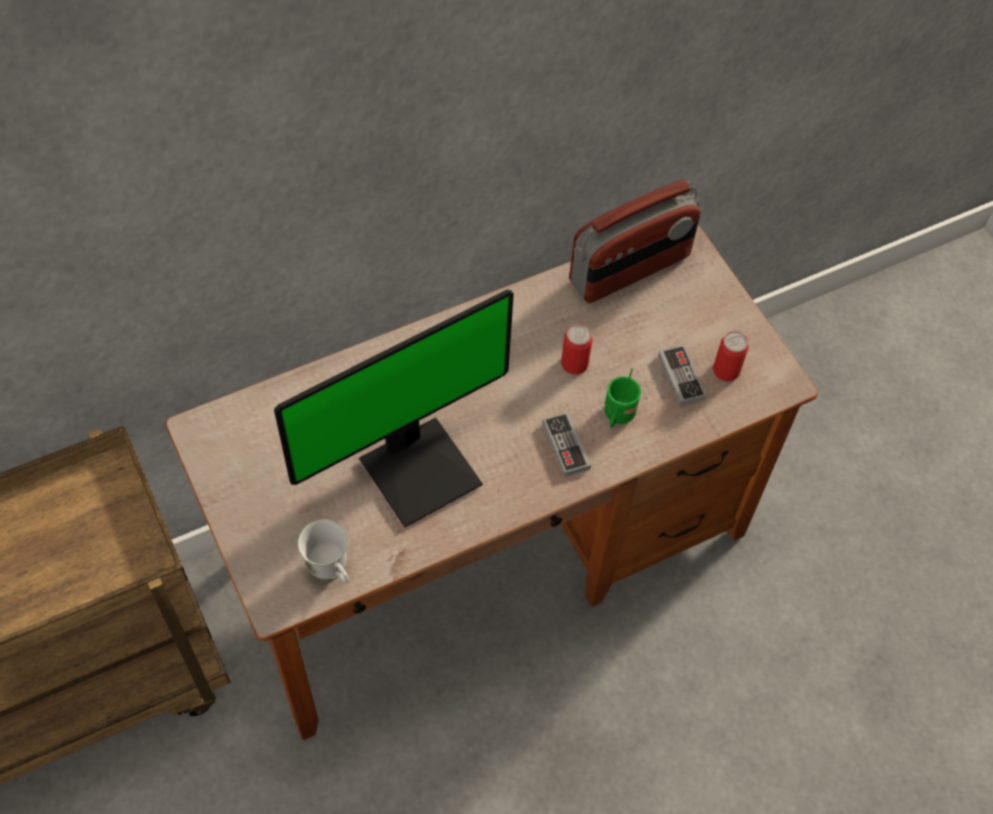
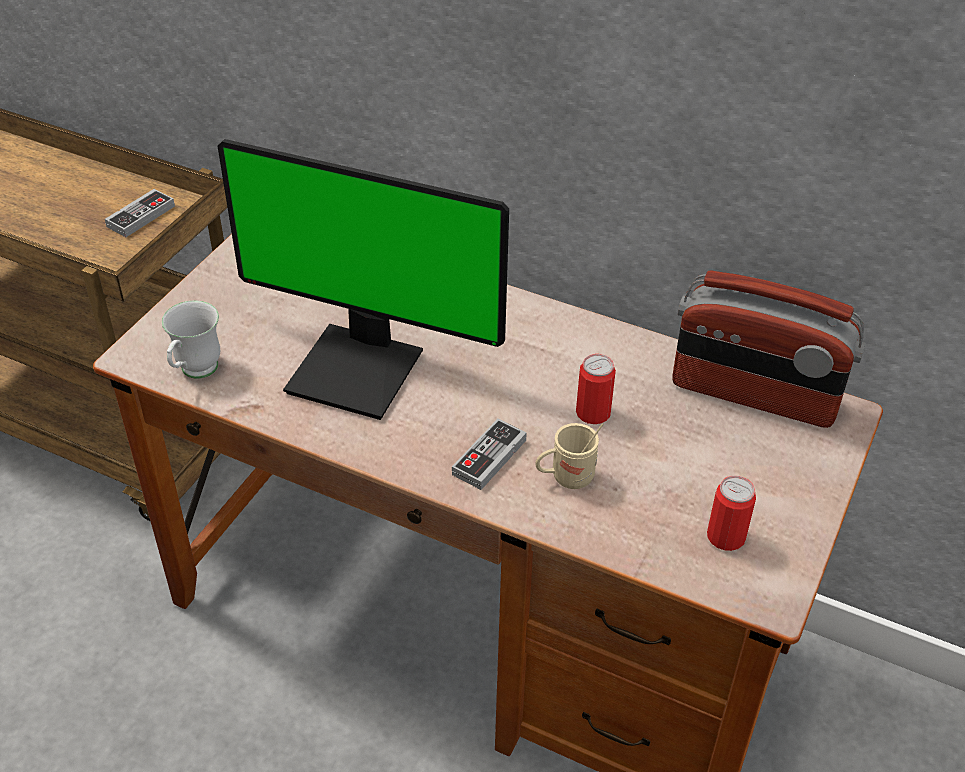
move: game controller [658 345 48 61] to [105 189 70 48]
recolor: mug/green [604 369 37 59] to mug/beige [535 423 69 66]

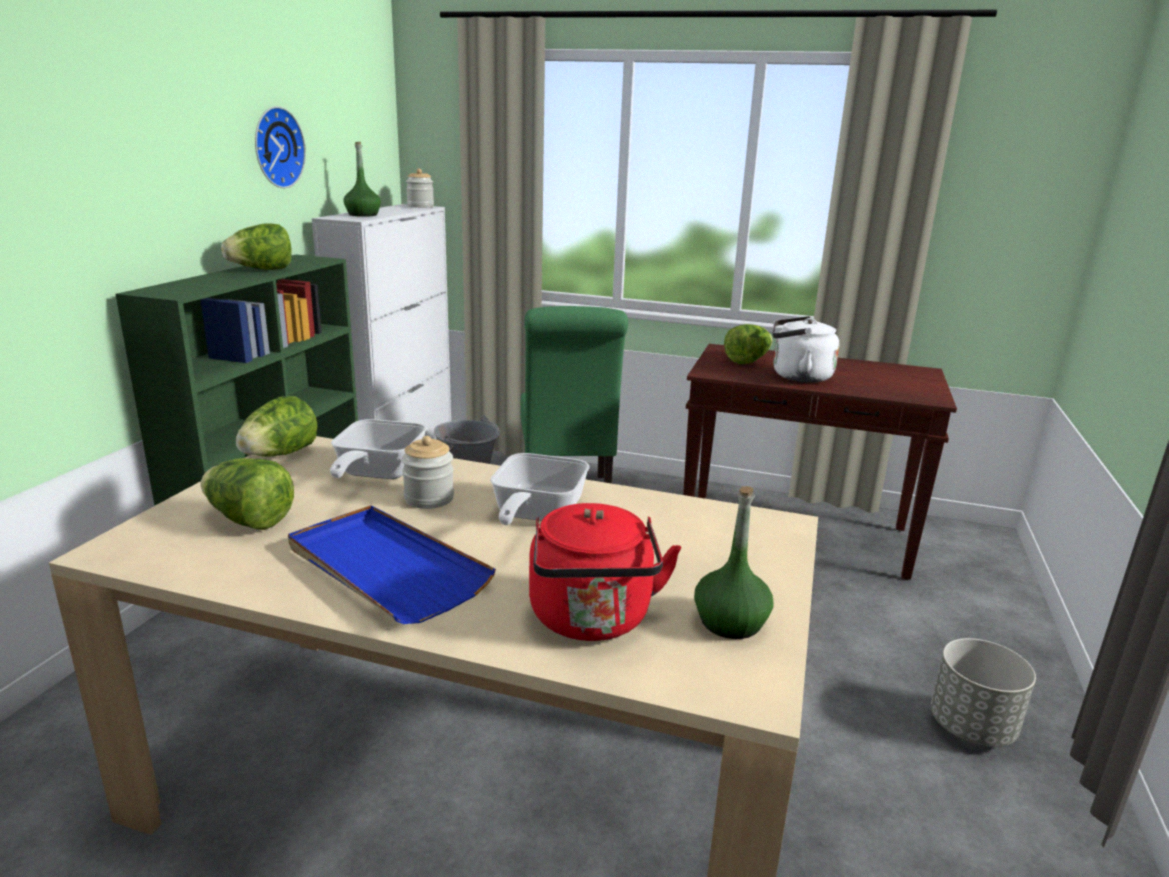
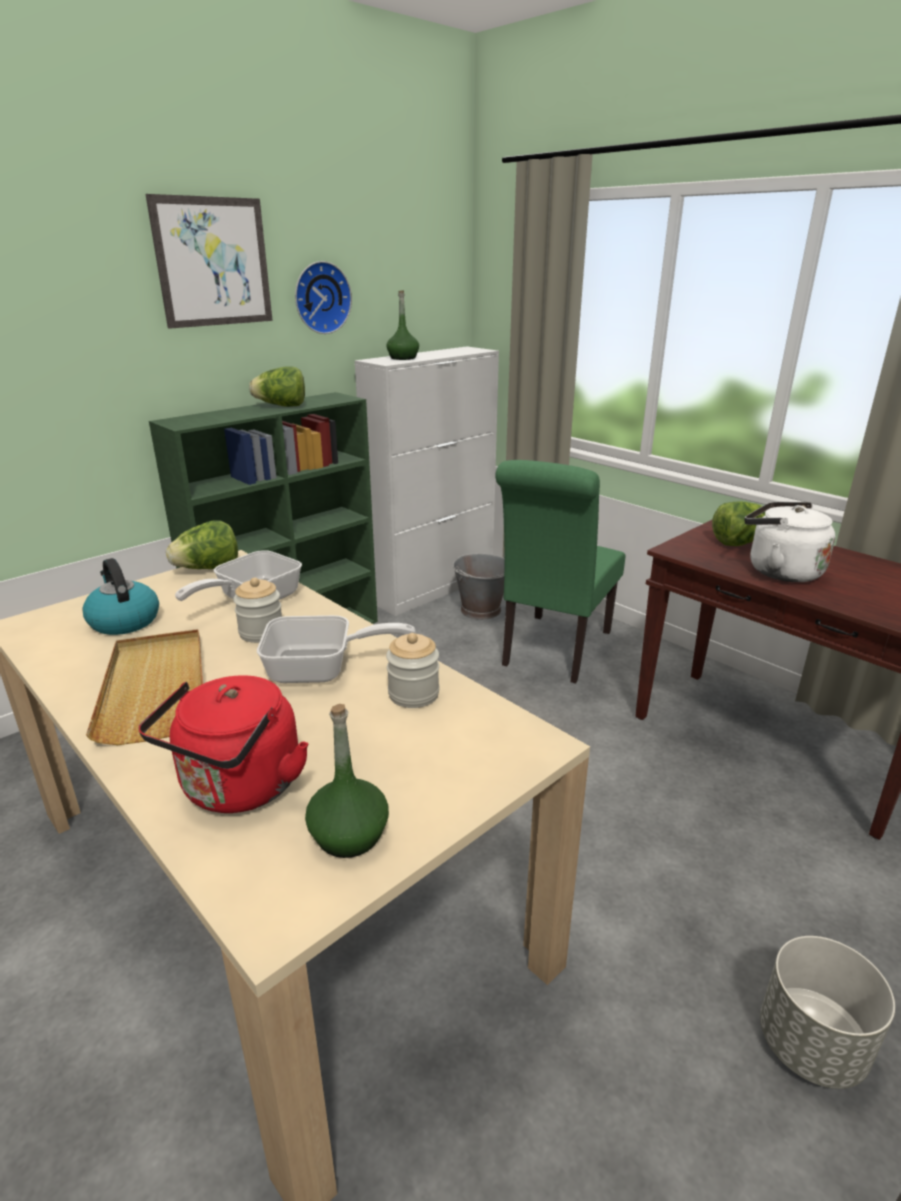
insert: picture [146 194 127 135]
move: jar [406 168 28 40] to [386 633 53 75]
replace: lettuce [201 458 93 72] to kettle [83 558 76 77]
recolor: tray/blue [288 505 208 119] to tray/beige [86 629 117 116]
rotate: frying pan [490 453 100 72] = [257 615 158 68] 135 degrees counterclockwise

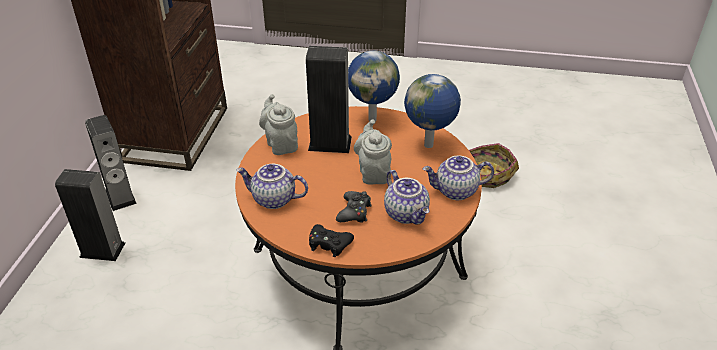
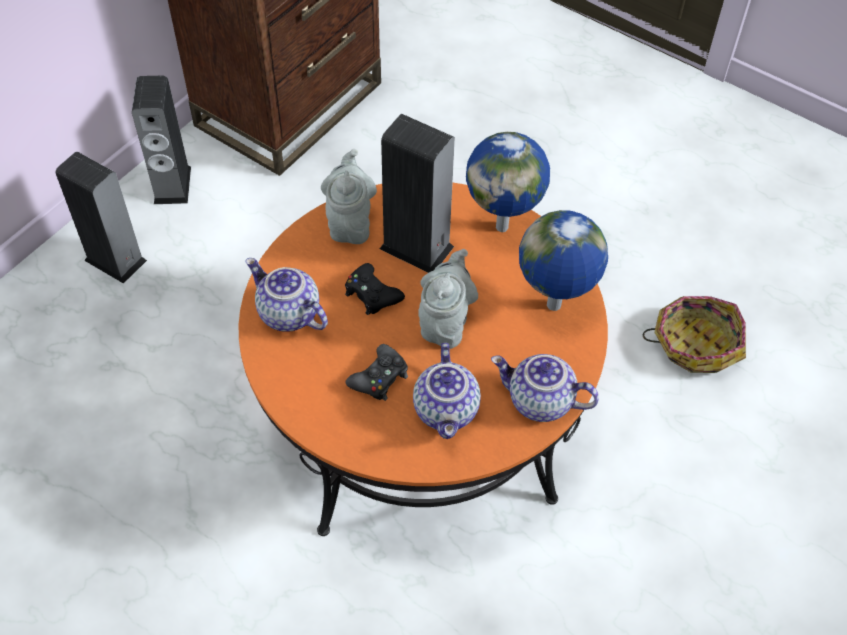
move: game controller/black [309 224 45 33] to [345 263 60 52]

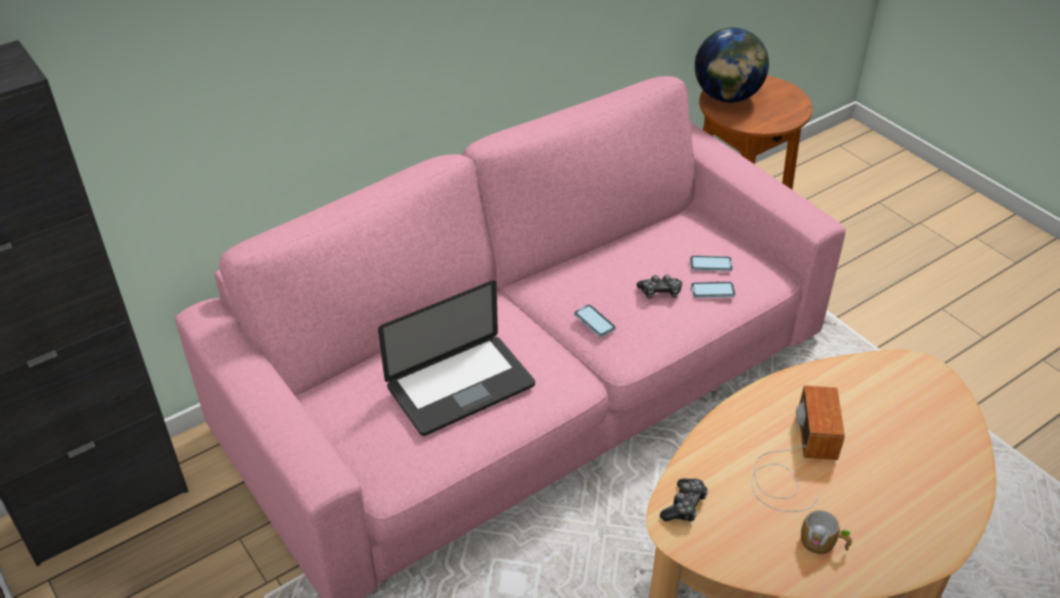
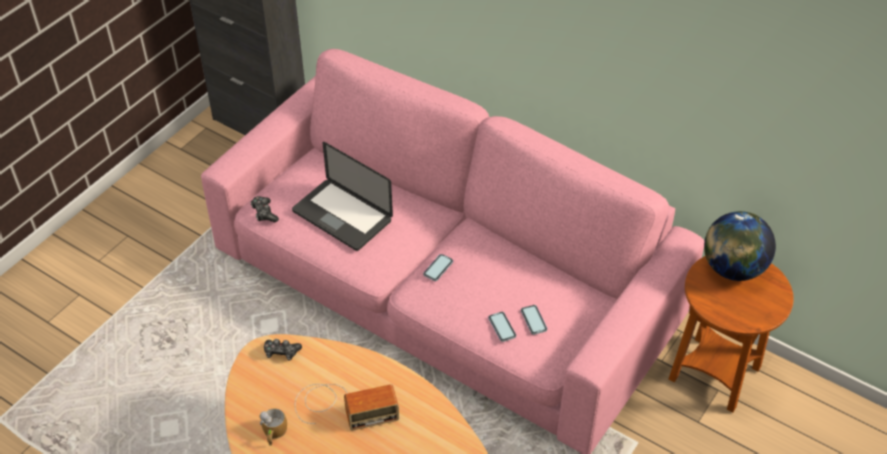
move: game controller [637 275 45 24] to [251 196 28 27]

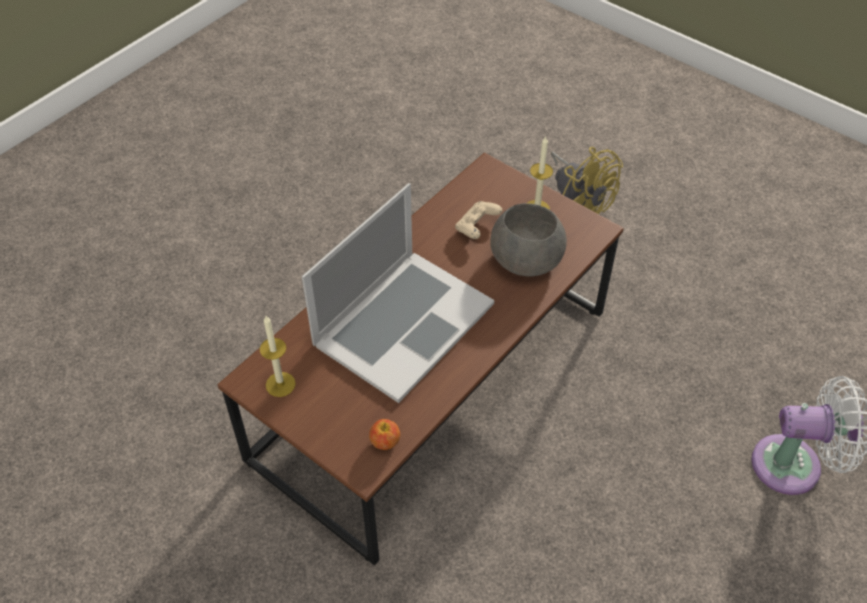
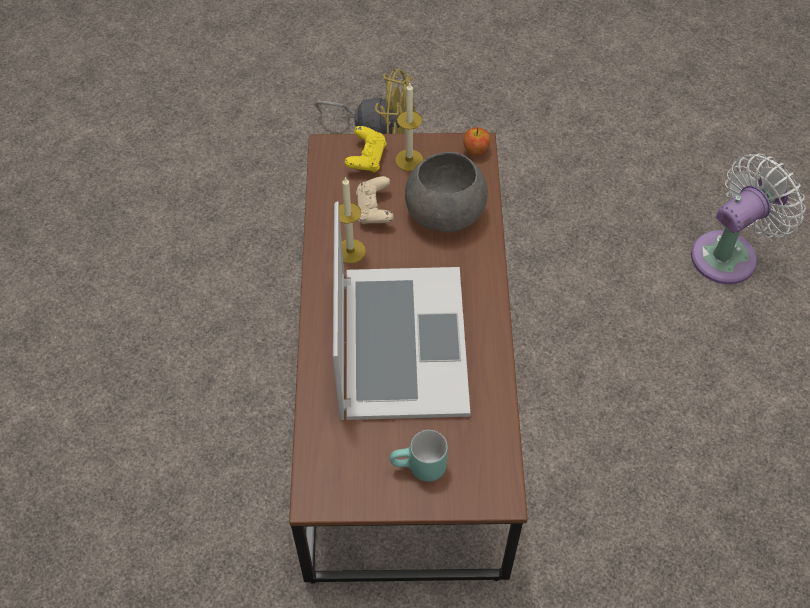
insert: game controller/yellow [345 126 41 47]; mug/turquoise [390 430 58 52]
move: candle [260 316 36 81] to [339 176 27 88]; apple [369 419 31 31] to [463 127 28 29]

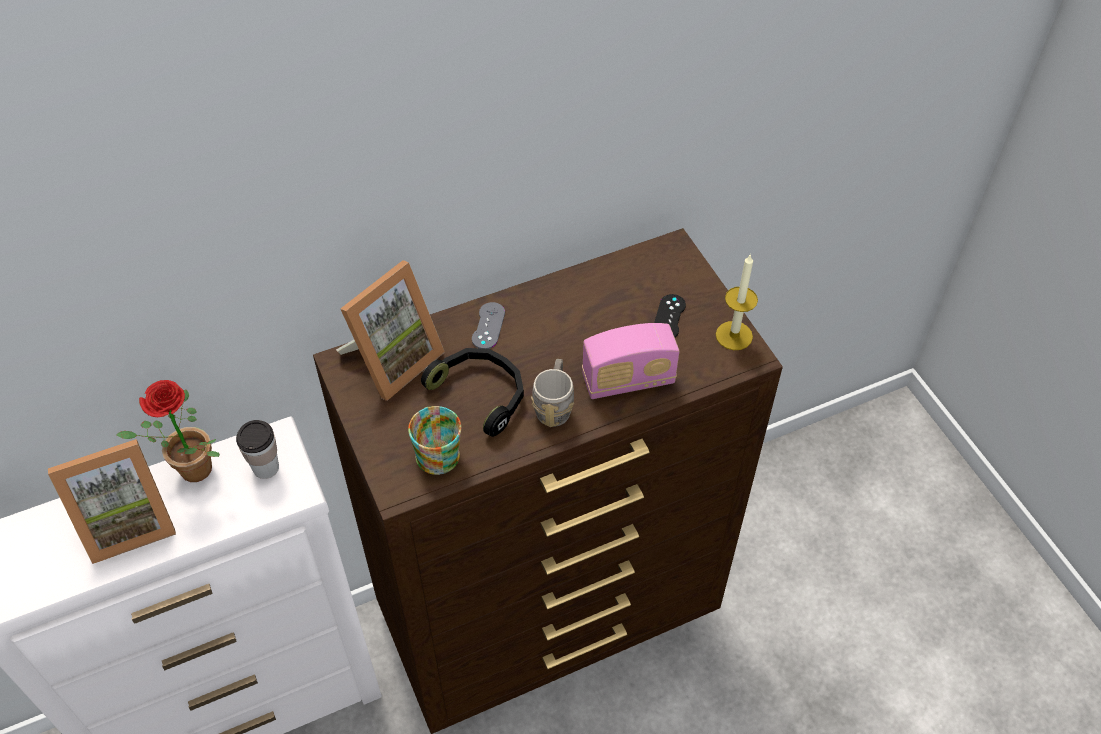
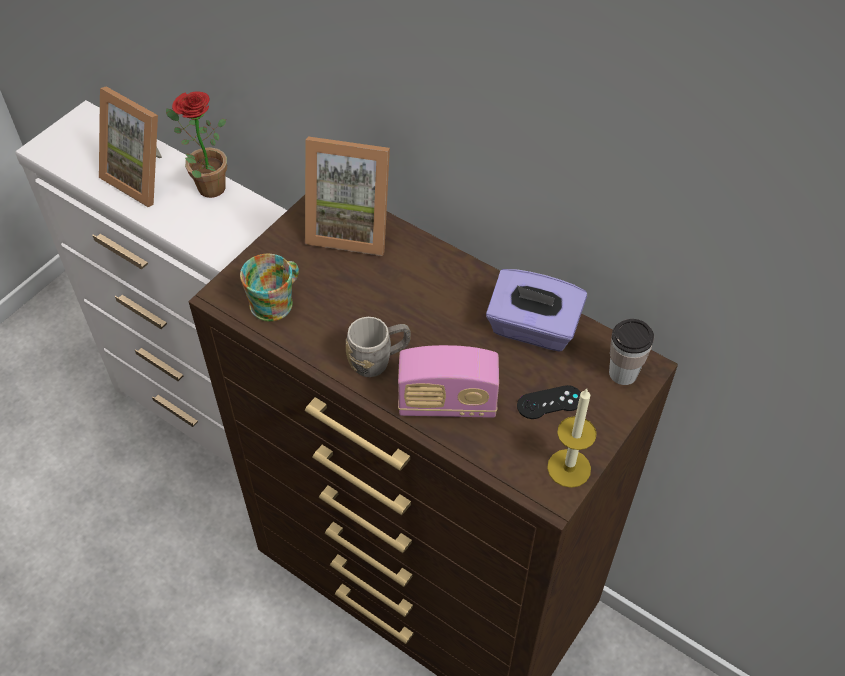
delete: headphones/black [421 348 103 89]; game controller/grey [472 302 33 47]
insert: tissue box/purple [486 269 101 83]
move: cup [236 420 43 59] to [609 319 45 66]
rotate: radio [582 323 98 76] = [398 345 101 73] 45 degrees counterclockwise

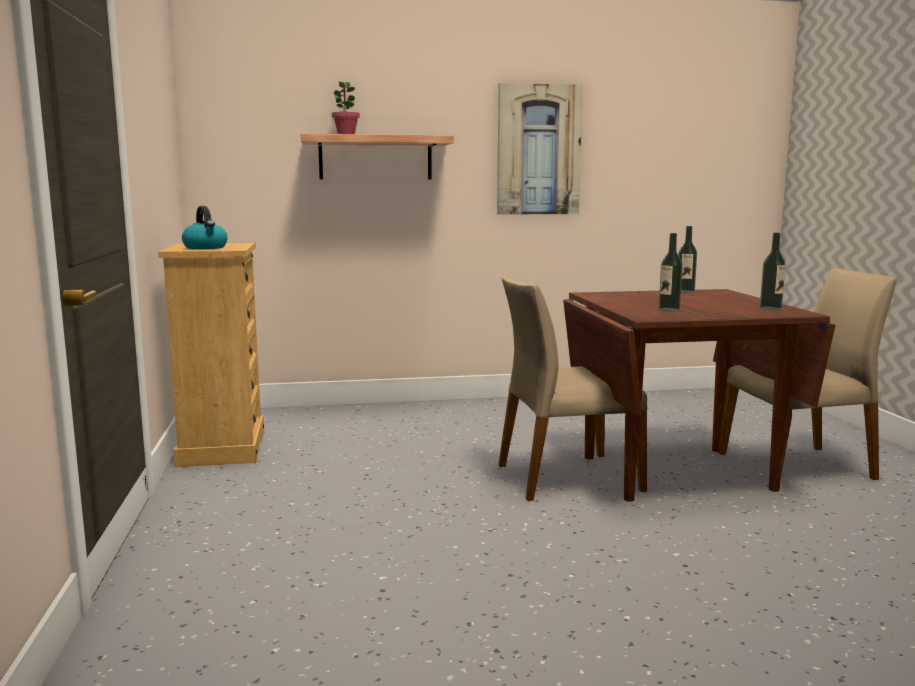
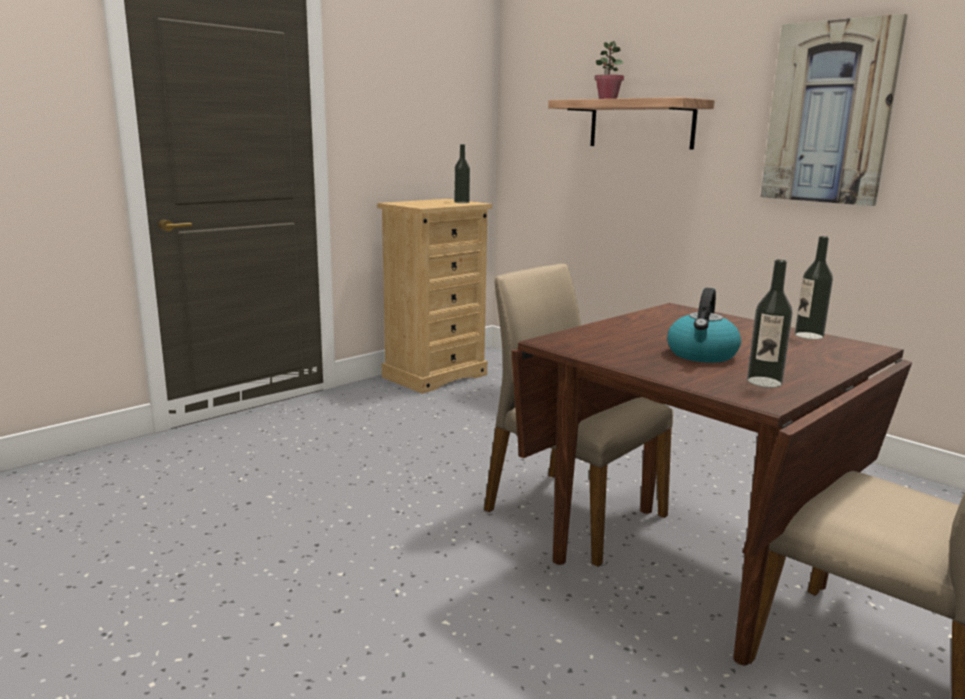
move: bottle [659 233 24 78] to [454 144 16 59]; kettle [182 206 46 43] to [667 288 74 75]

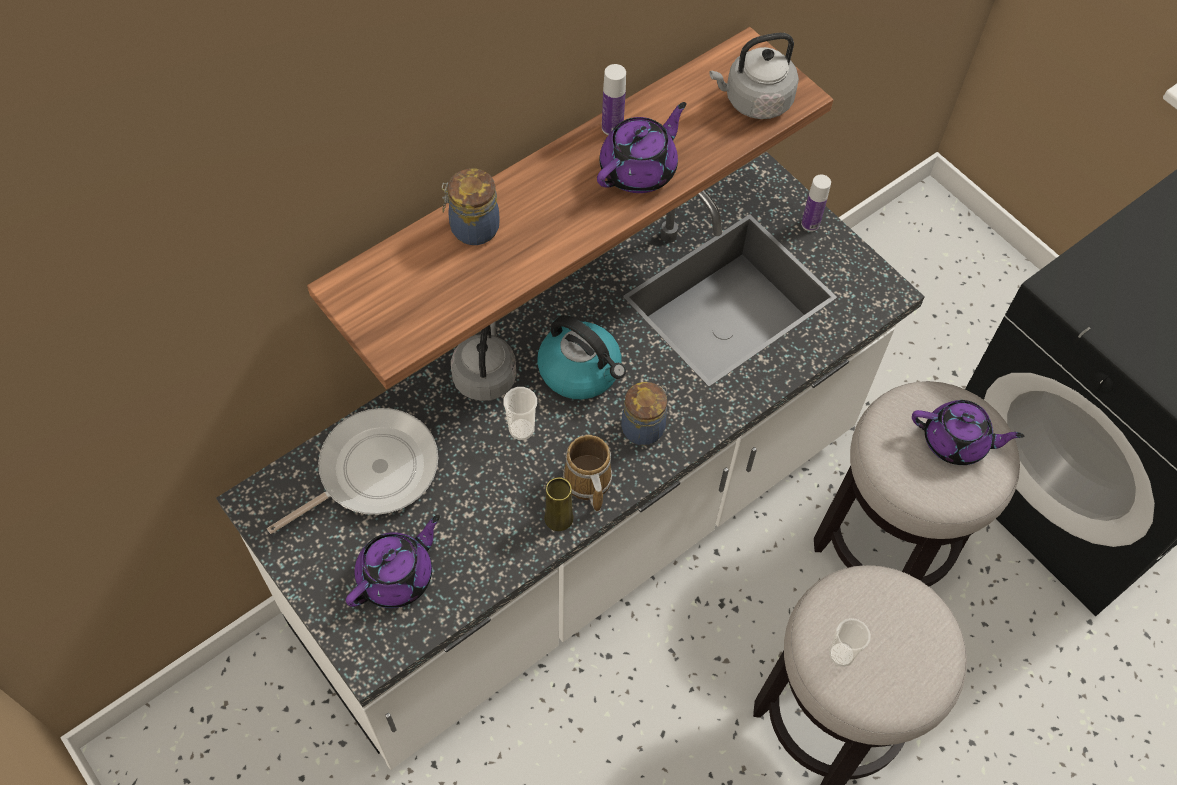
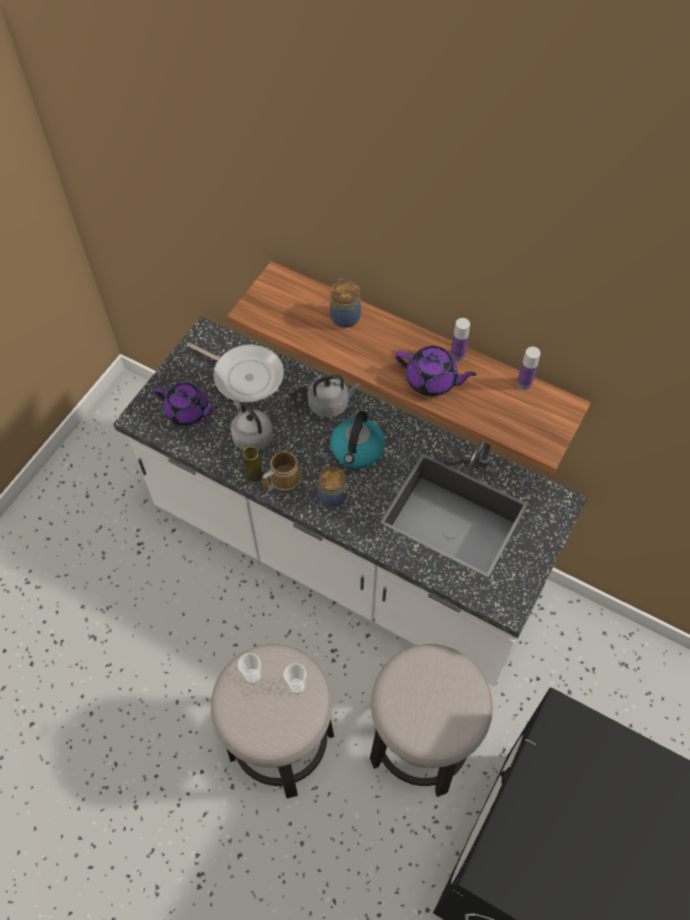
delete: teapot/purple [912 400 112 65]
move: kettle/grey [709 33 90 86] to [231 399 42 52]; cup [503 387 34 53] to [284 663 22 31]; bottle [801 174 30 58] to [517 347 24 43]

